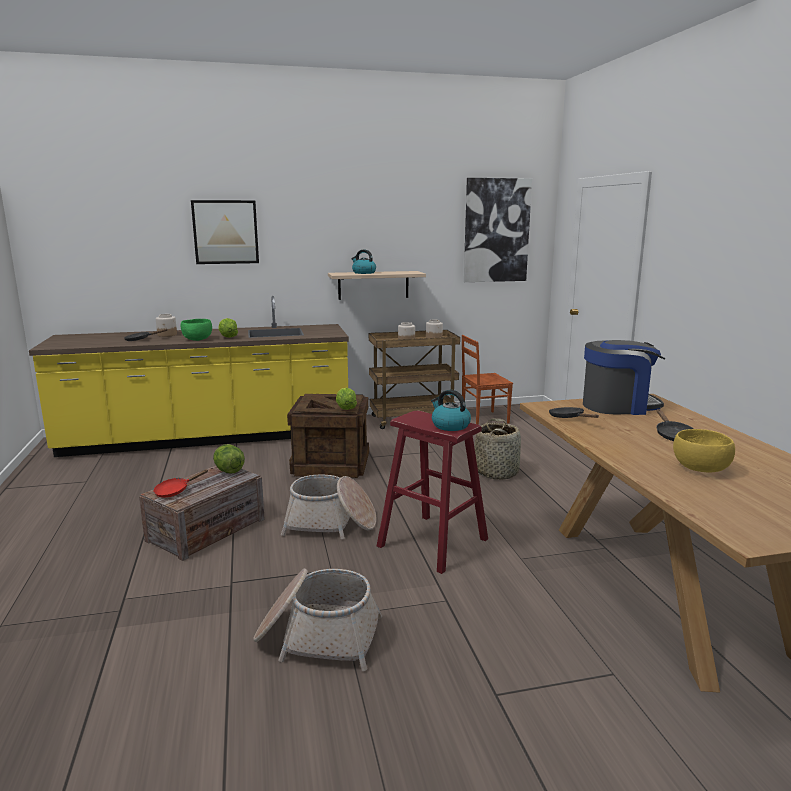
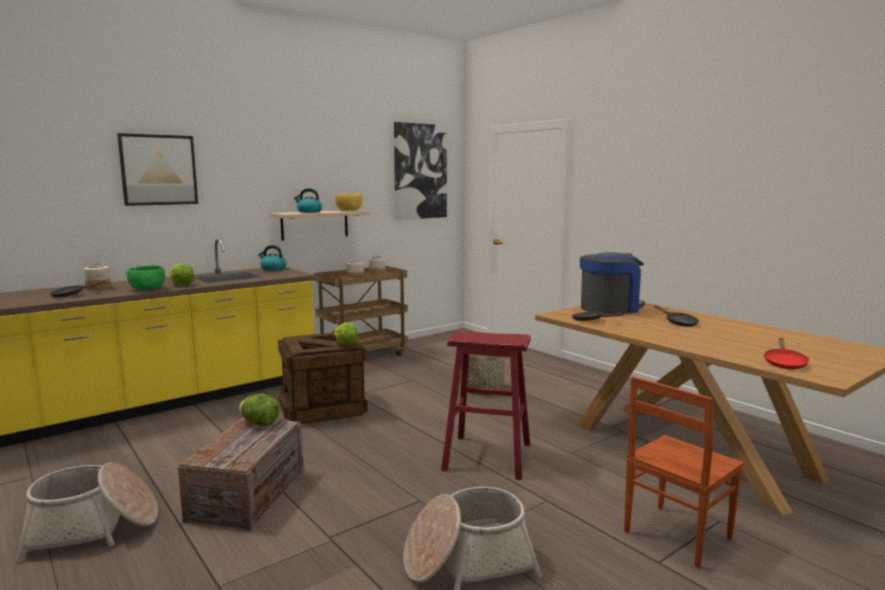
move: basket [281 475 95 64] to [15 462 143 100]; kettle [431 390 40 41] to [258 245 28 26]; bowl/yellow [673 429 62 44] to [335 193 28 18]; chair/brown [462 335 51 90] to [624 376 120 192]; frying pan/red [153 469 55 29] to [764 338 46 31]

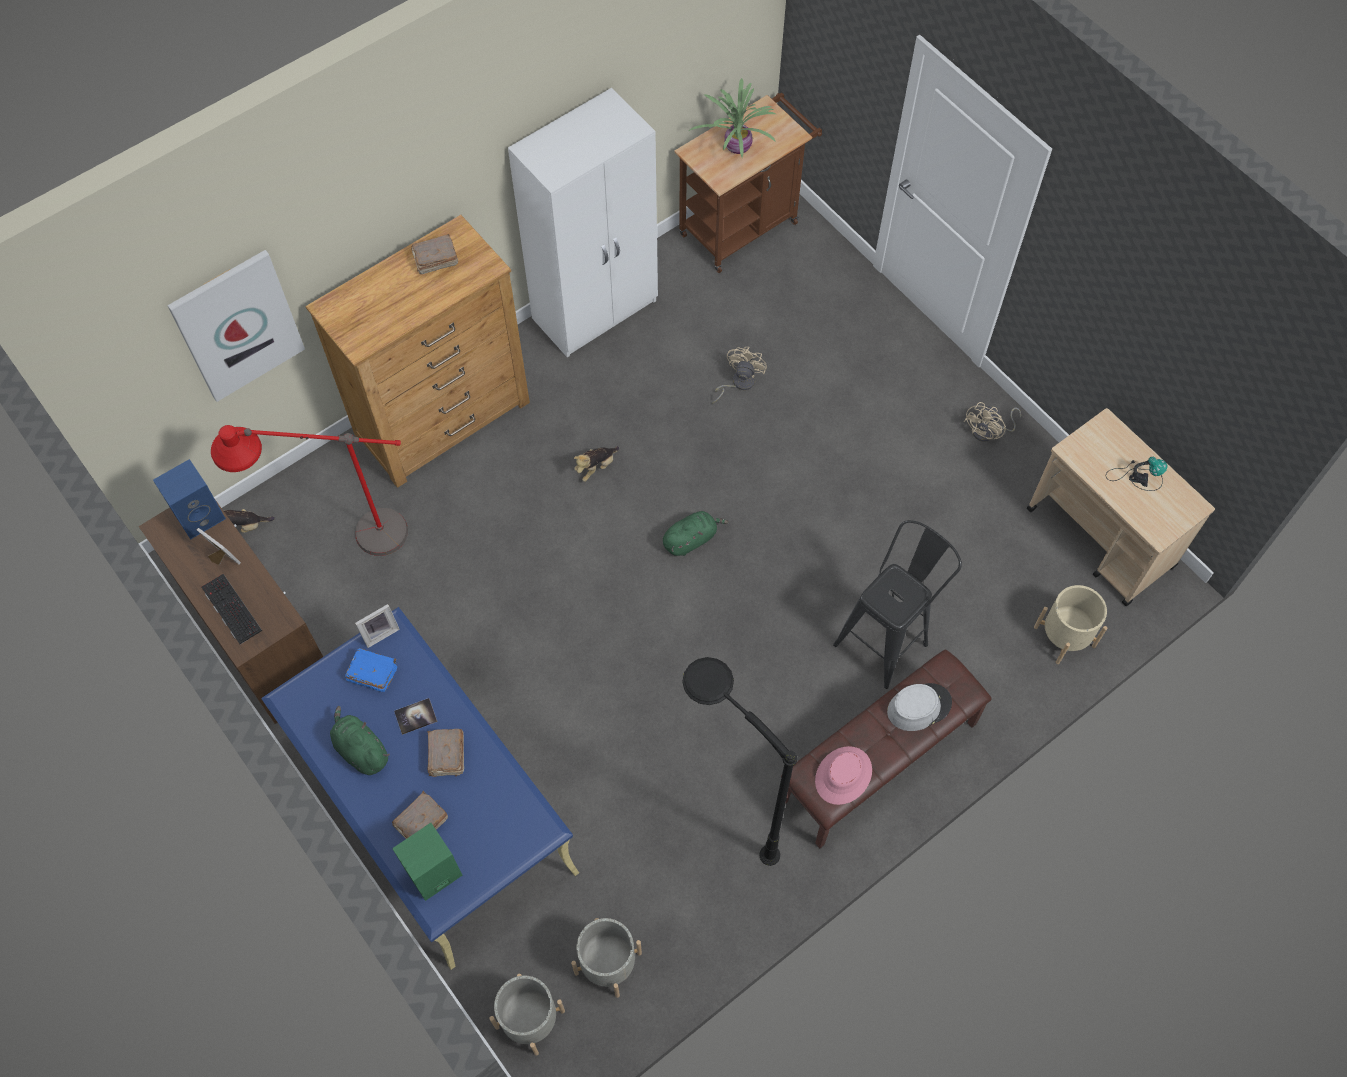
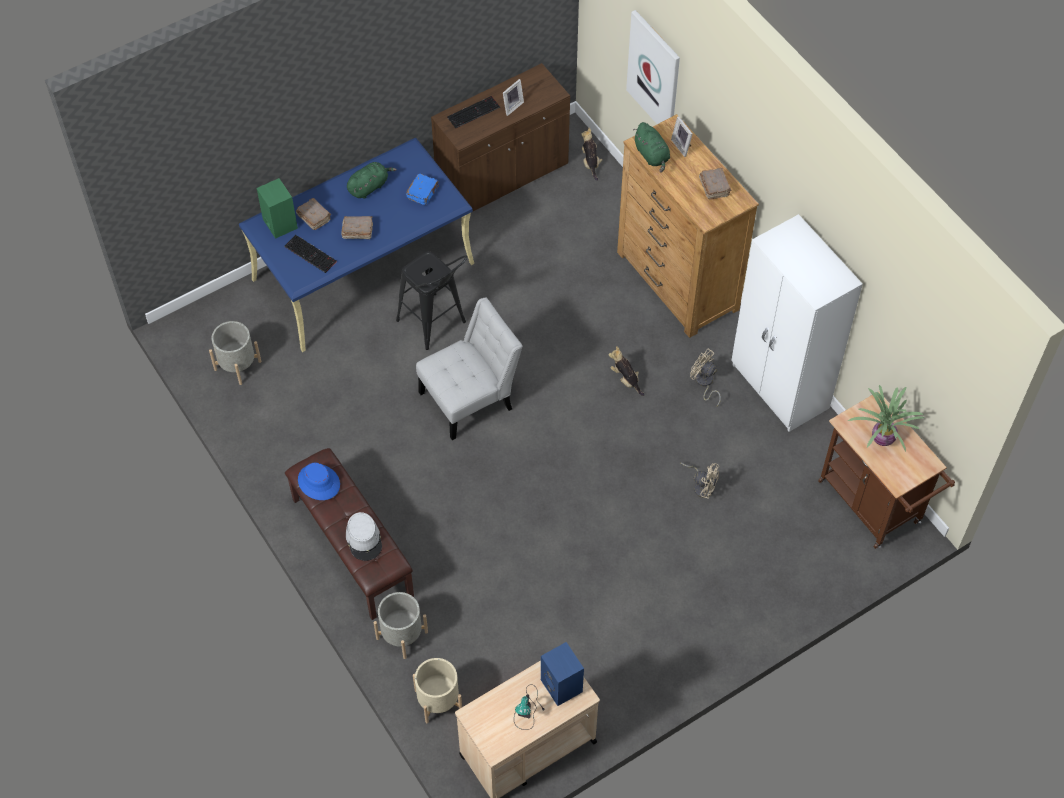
delete: floor lamp/red [211 425 197 131]; book [394 698 44 37]; floor lamp/black [682 657 115 209]
insert: keyboard [284 235 53 38]; chair/white [416 297 107 143]
move: planter/grey [489 974 76 82] to [374 592 54 67]; stool/black [833 520 129 169] to [396 251 72 99]; speaker/blue [153 459 73 80] to [541 642 43 64]; plush toy/green [663 511 66 45] to [633 122 37 50]; picture frame [355 604 45 44] to [671 116 22 41]; fan/beige [964 402 57 40] to [690 348 31 58]
recolor: hat/pink [815 746 57 59] to hat/blue [298 463 42 37]

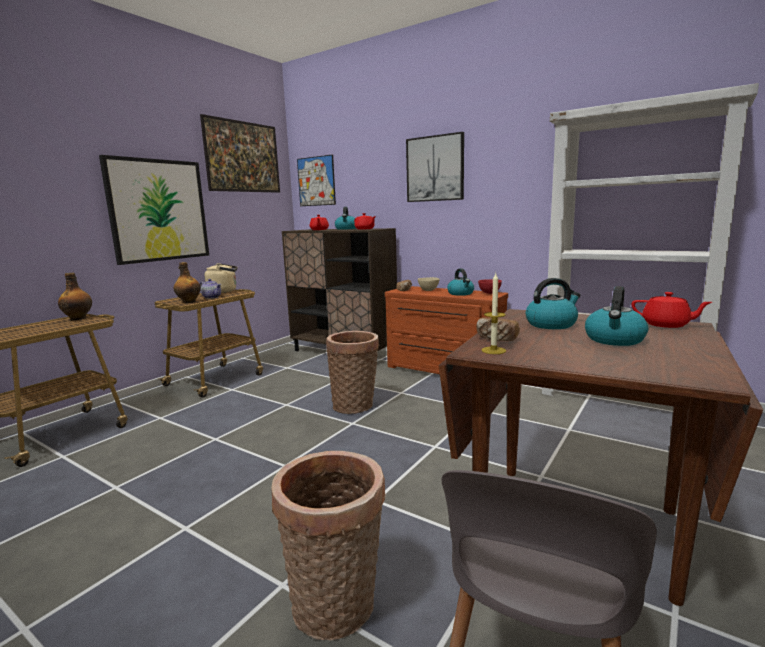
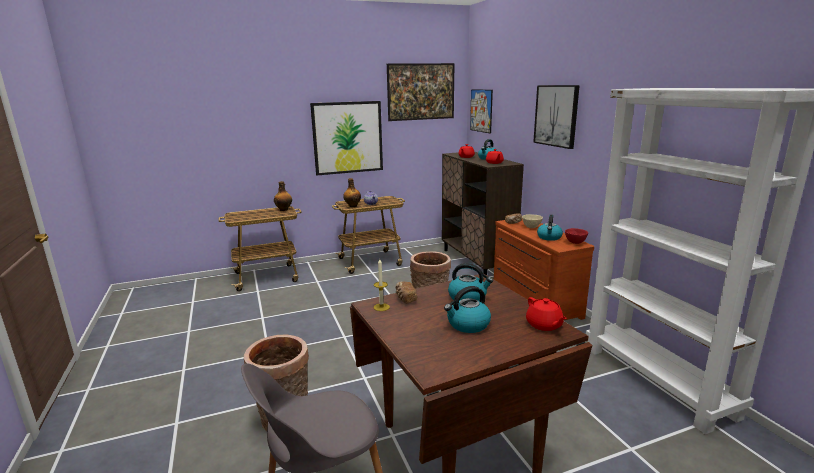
delete: kettle/beige [204 263 34 30]

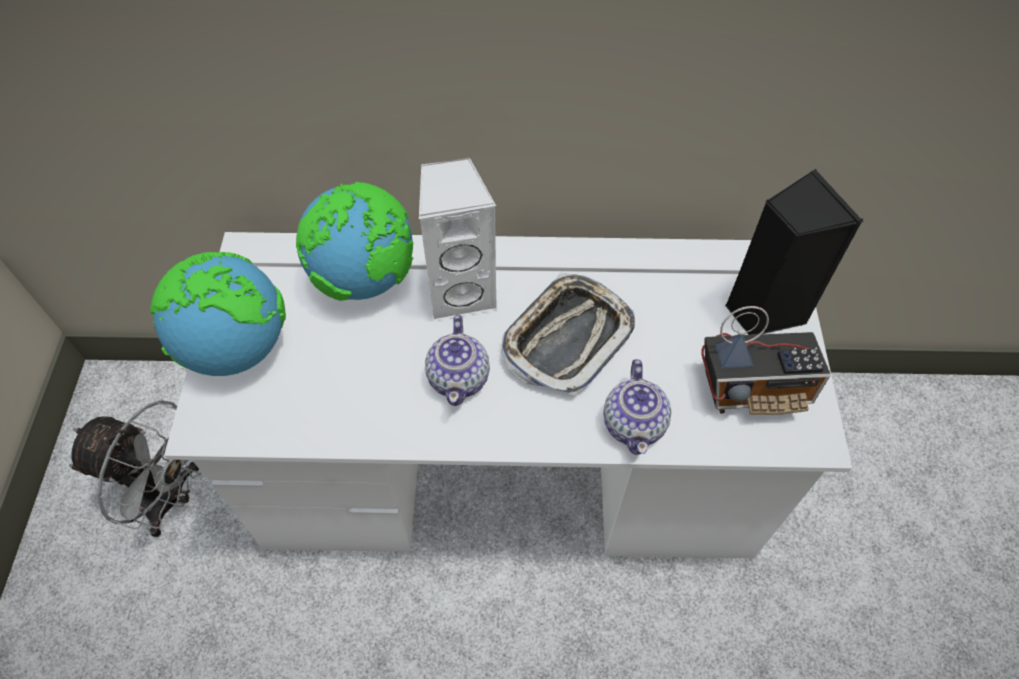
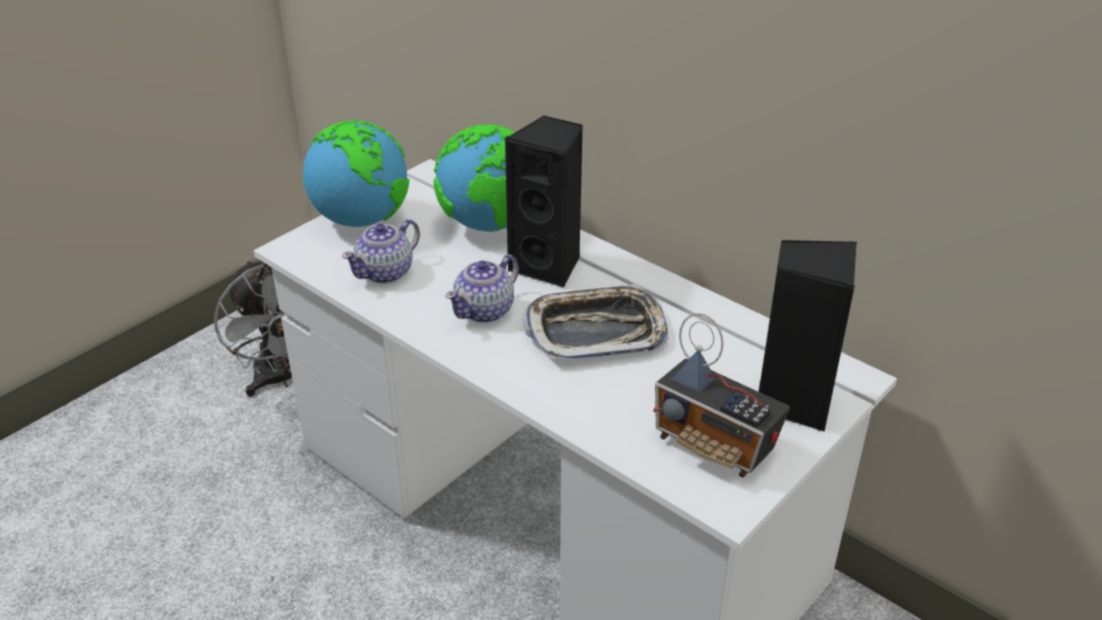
move: teapot [603 359 69 96] to [342 219 78 65]
recolor: speaker/white [419 157 79 164] to speaker/black [505 115 78 173]

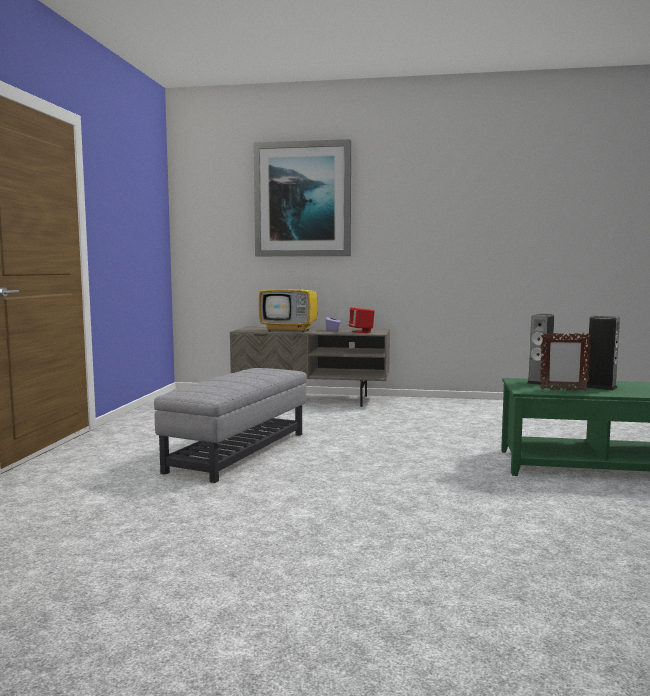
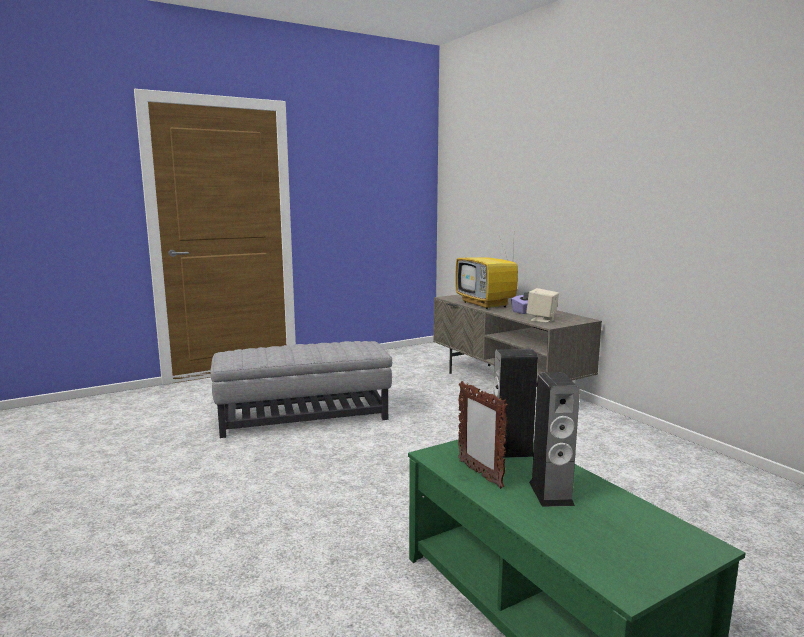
delete: picture [253 139 98 117]
recolor: speaker/red [349 308 26 25] to speaker/beige [526 288 33 35]

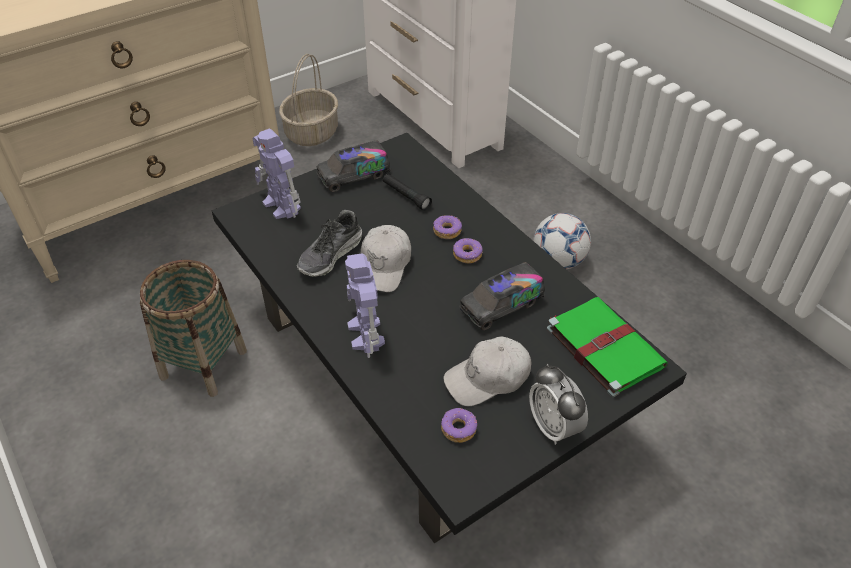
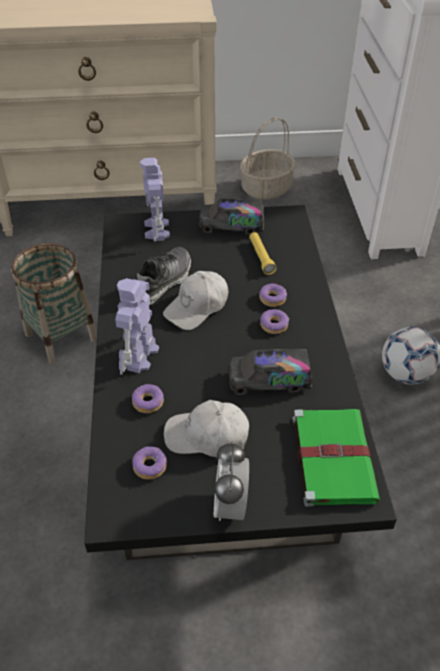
insert: donut [132 384 32 29]
recolor: flashlight/black [383 174 49 37] to flashlight/yellow [249 232 28 43]
rotate: shoe [297 210 65 67] = [135 247 56 58] 150 degrees clockwise

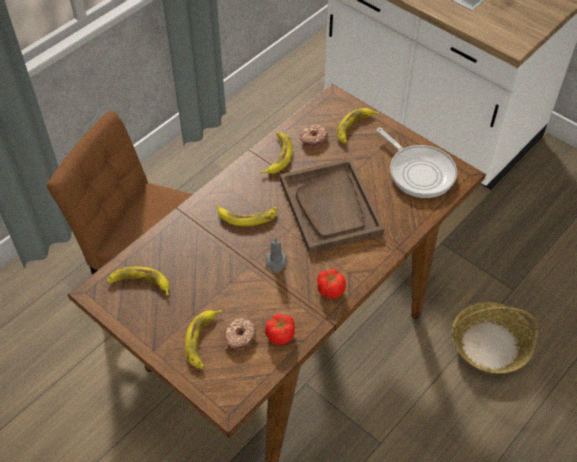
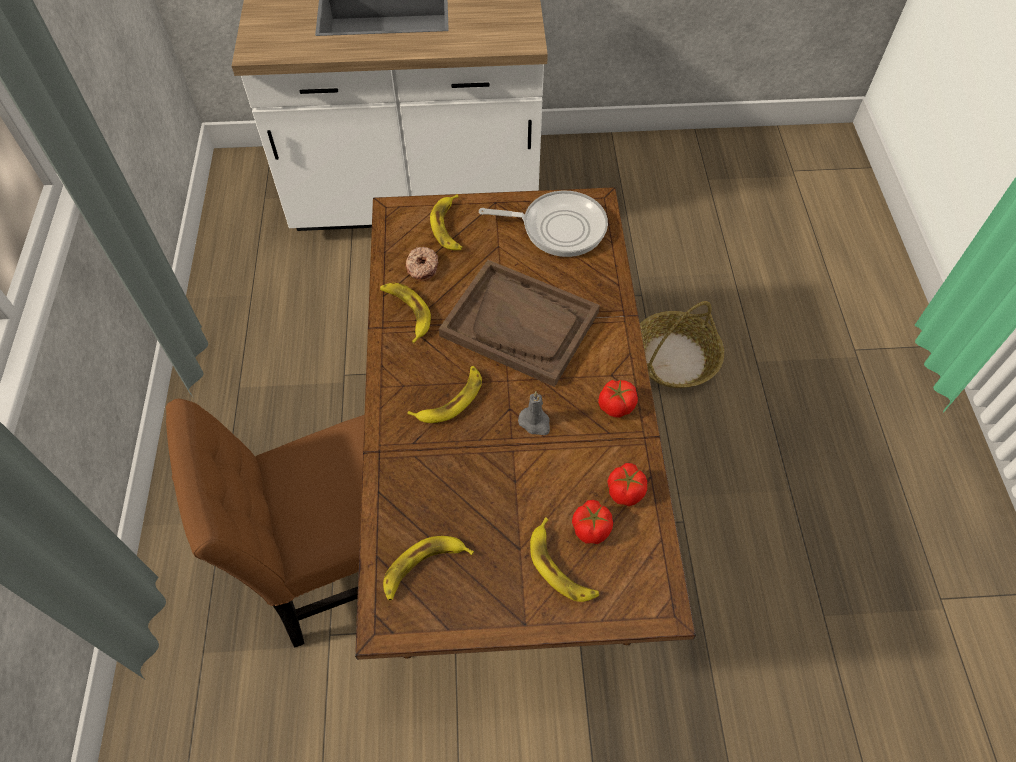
replace: donut [225 317 31 33] to tomato [572 500 41 44]

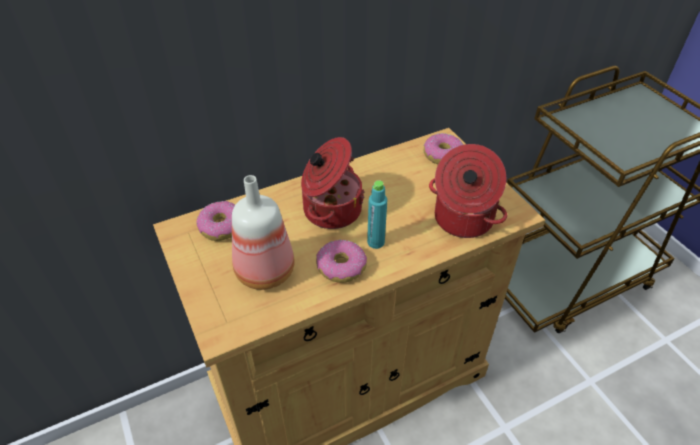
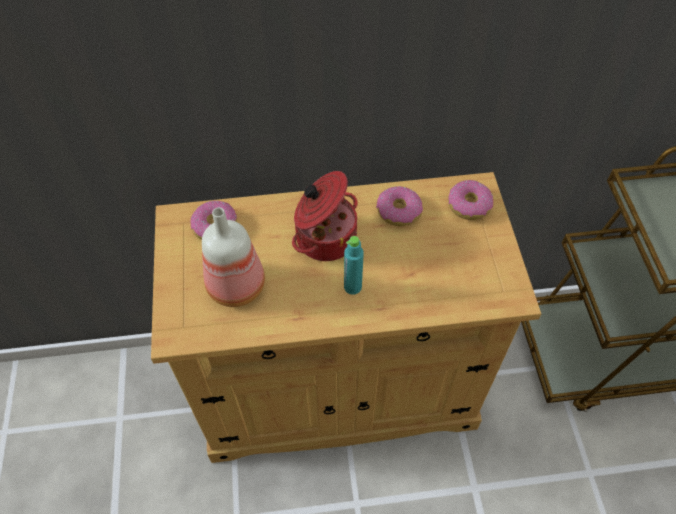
delete: cooking pot [429 144 78 94]
move: donut [316 240 51 43] to [376 186 47 40]

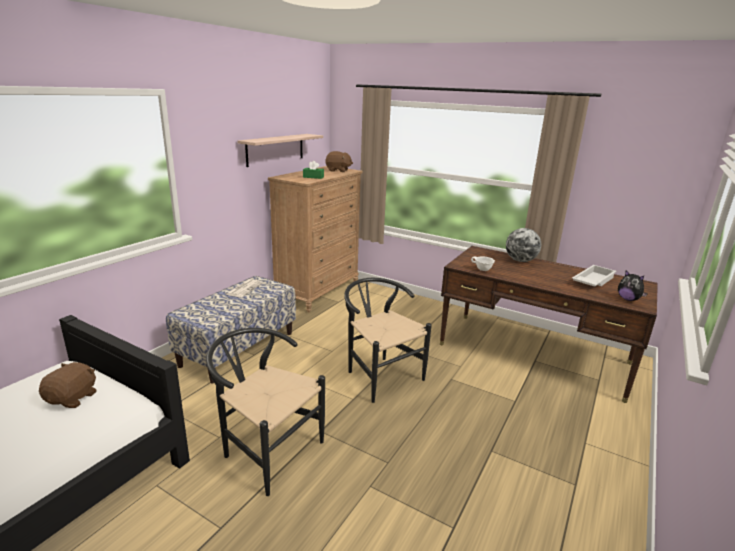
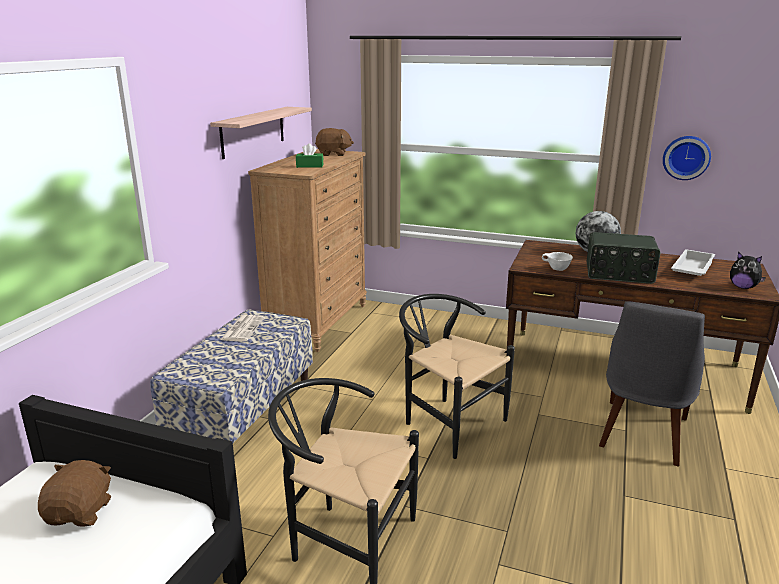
insert: radio [587 232 73 52]; chair/grey [599 301 106 165]; wall clock [663 136 48 44]

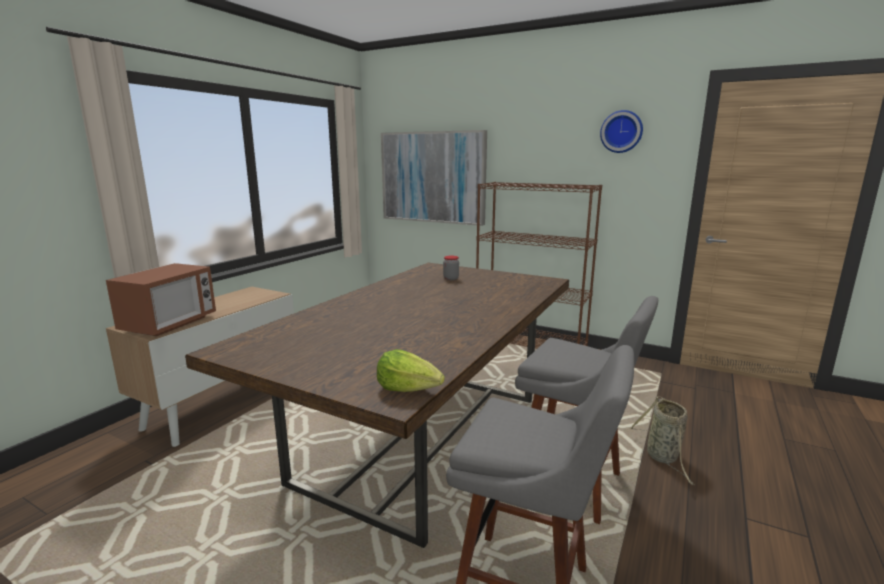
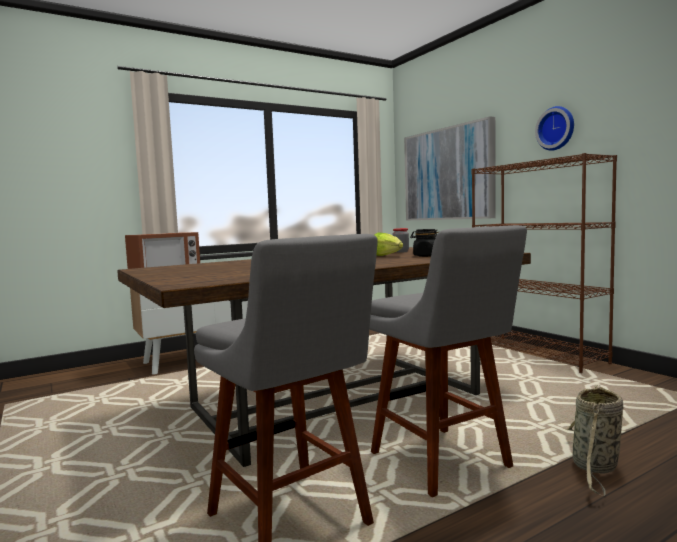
insert: jar/black [410 229 29 28]
move: lettuce [377 349 68 43] to [374 232 29 24]; wall clock [600 110 43 43] to [535 106 39 45]

